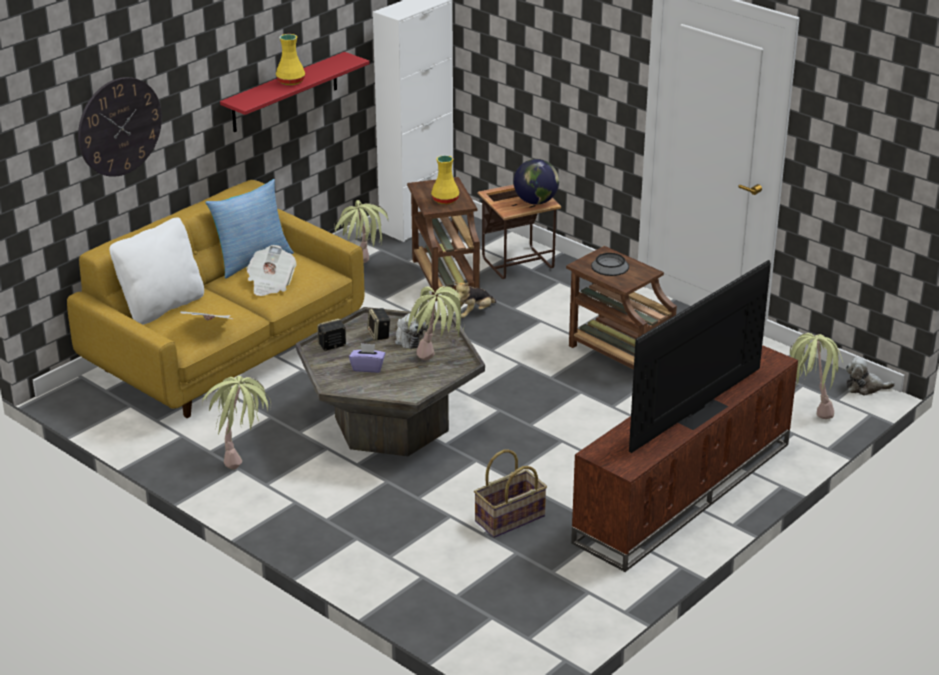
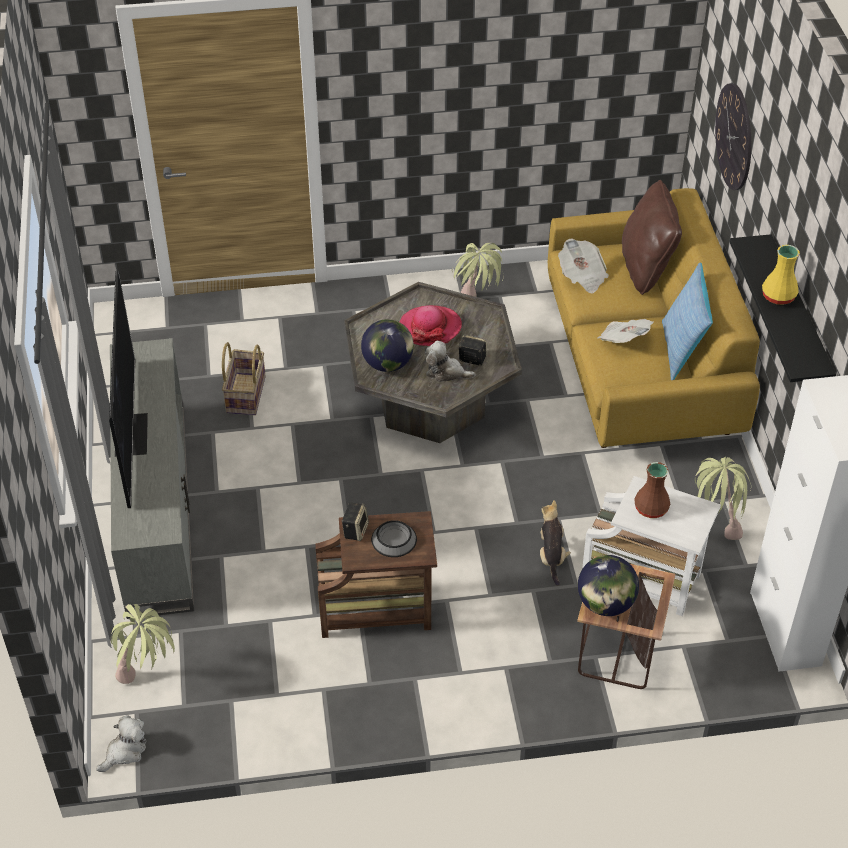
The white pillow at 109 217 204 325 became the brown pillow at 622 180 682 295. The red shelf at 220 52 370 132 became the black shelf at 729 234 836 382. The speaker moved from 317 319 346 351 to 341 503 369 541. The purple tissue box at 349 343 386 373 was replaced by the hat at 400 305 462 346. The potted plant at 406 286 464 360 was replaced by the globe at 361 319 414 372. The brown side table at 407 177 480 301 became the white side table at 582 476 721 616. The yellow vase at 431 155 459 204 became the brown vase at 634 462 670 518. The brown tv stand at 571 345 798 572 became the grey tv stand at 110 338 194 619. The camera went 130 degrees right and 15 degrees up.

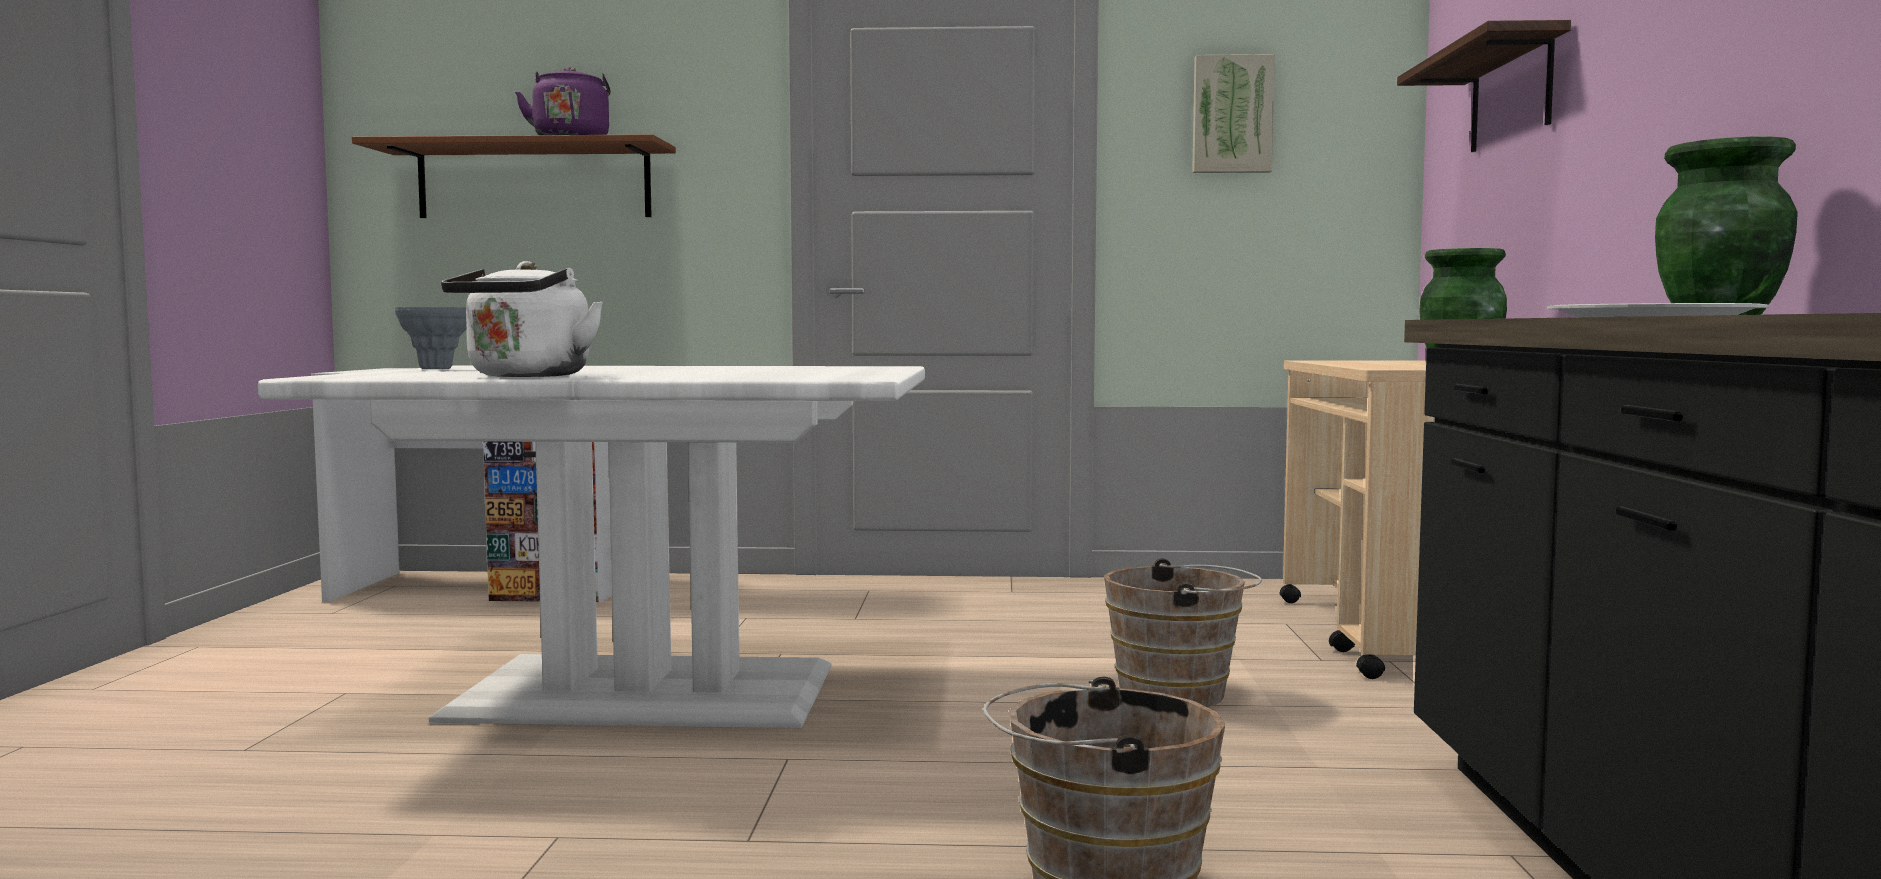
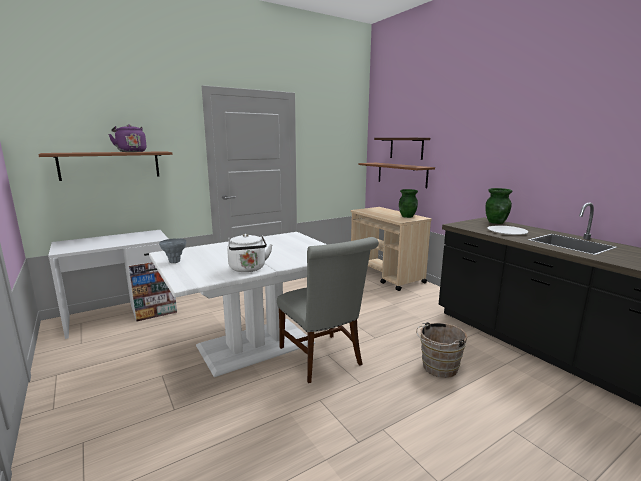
The brown bucket at 1104 559 1262 707 disappeared. The picture at 1192 54 1275 173 disappeared. The grey chair at 277 237 379 383 appeared. The brown shelf at 358 163 435 188 appeared. The camera went 35 degrees left and 10 degrees up.

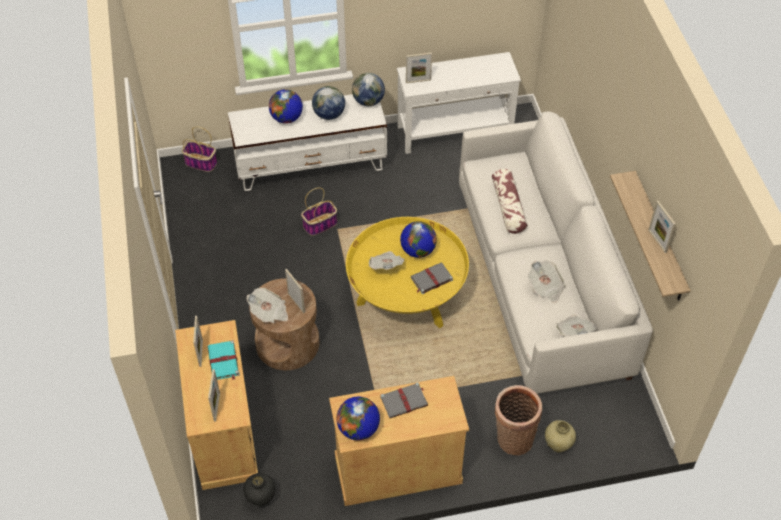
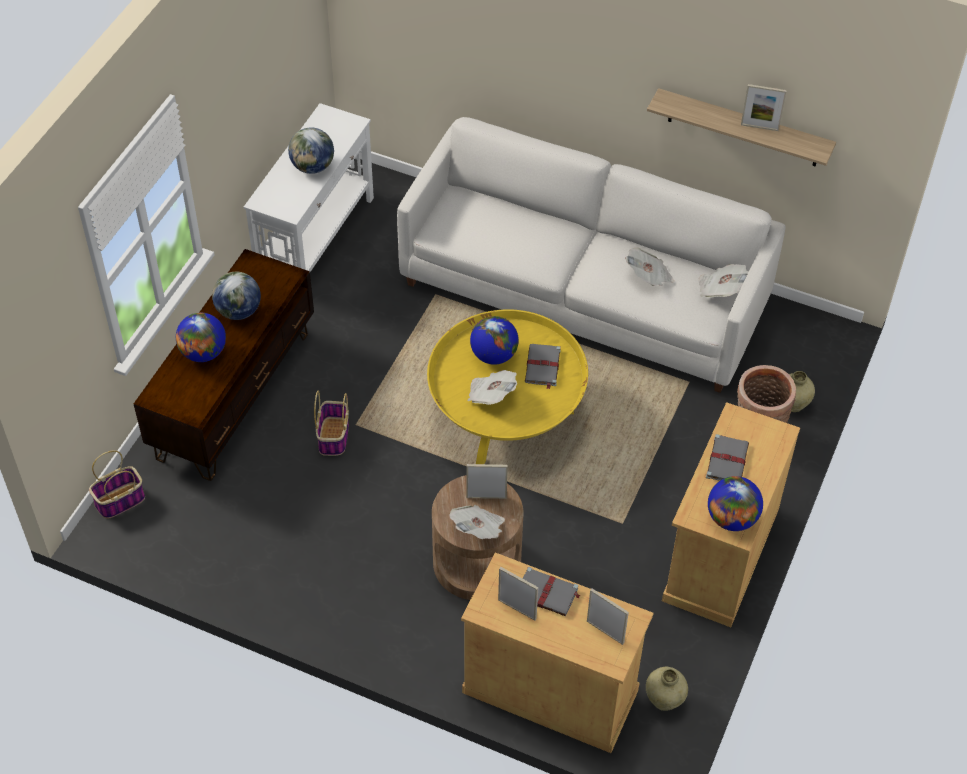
The turquoise book at 208 340 240 380 became the grey book at 523 567 581 616. The white tv stand at 228 94 387 191 became the brown tv stand at 134 249 314 481. The black vase at 243 473 275 506 became the beige vase at 646 667 688 711. The globe moved from 352 73 385 106 to 288 127 334 174. The picture frame at 406 53 432 83 disappeared. The pillow at 492 169 527 234 disappeared. The camera went 55 degrees left and 0 degrees up.

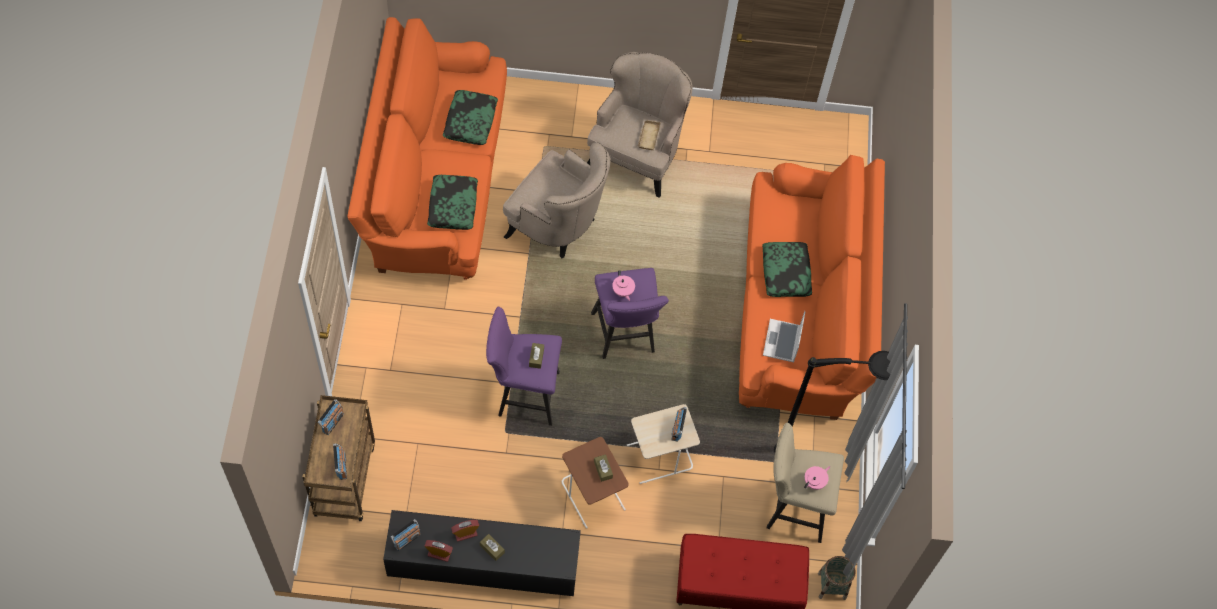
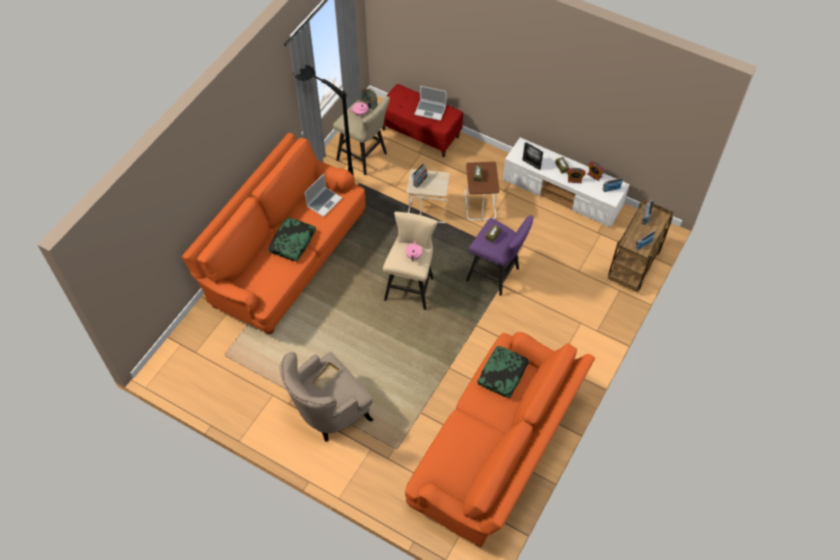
The black tv stand at 383 510 581 596 became the white tv stand at 503 138 630 228. The pillow at 443 90 498 145 disappeared. The beige armchair at 503 143 611 258 disappeared. The purple stool at 591 268 669 359 became the beige stool at 383 212 438 310. The laptop at 414 86 447 121 appeared. The picture frame at 522 142 543 170 appeared. The camera went 150 degrees left and 5 degrees down.

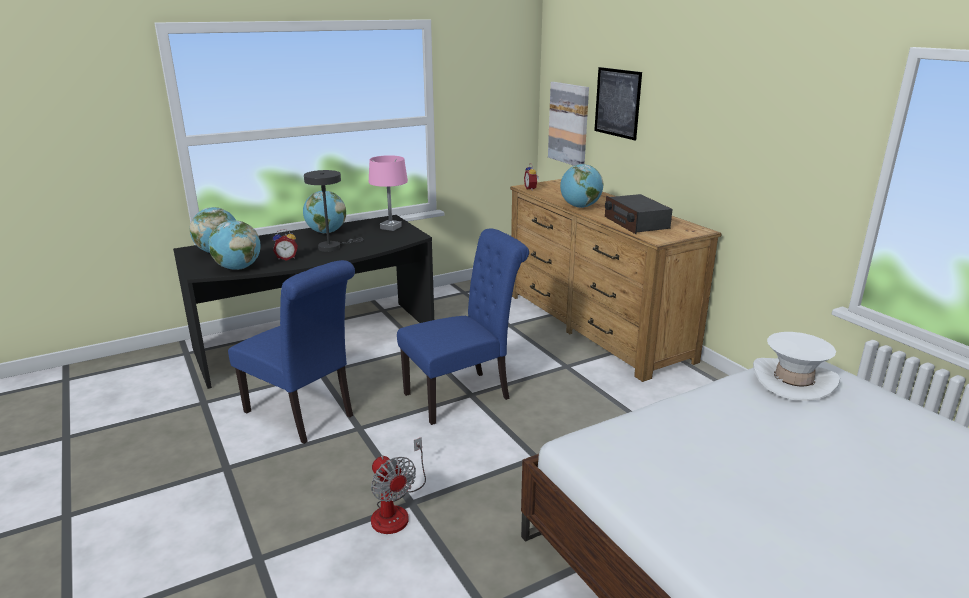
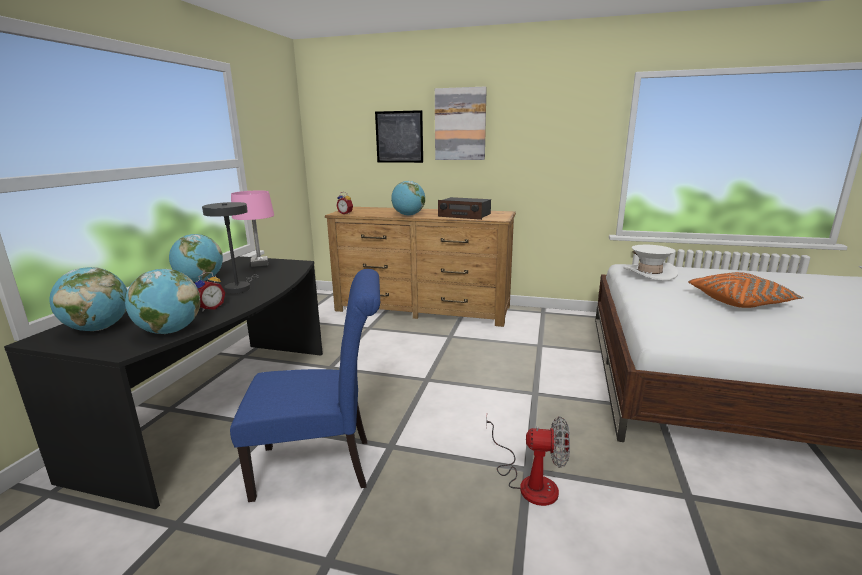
The blue chair at 397 228 529 425 disappeared. The picture moved from 548 82 589 166 to 435 86 487 160. The orange pillow at 688 272 804 308 appeared. The camera went 45 degrees left and 5 degrees down.

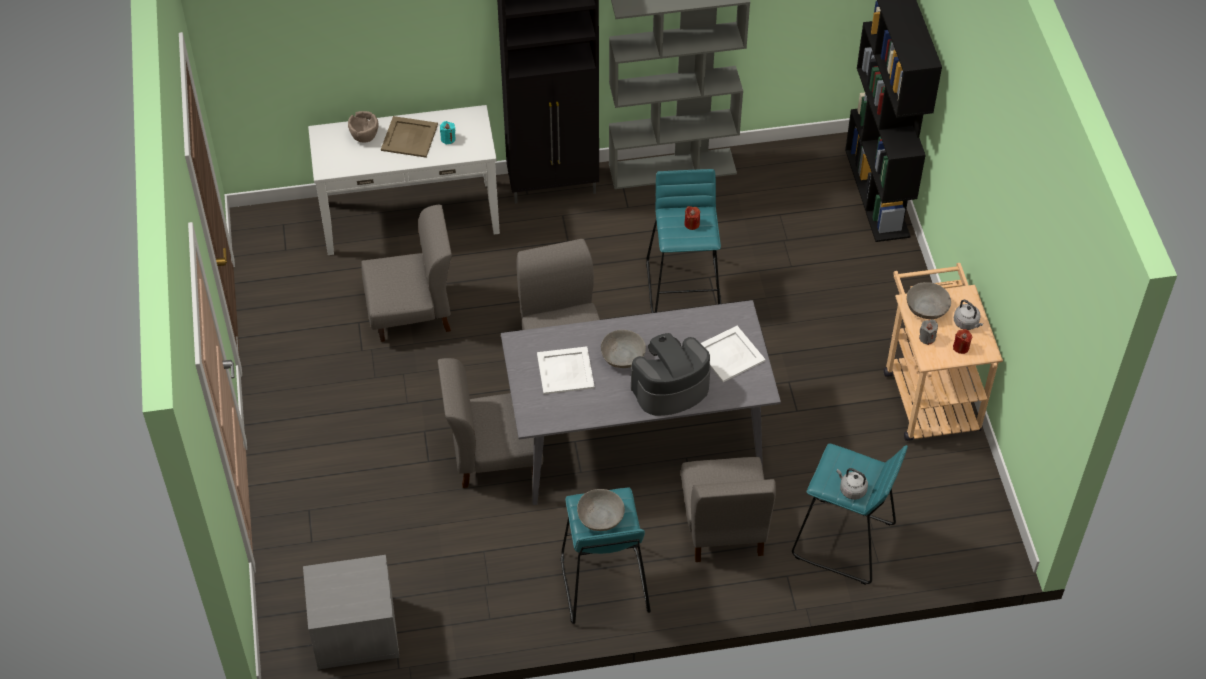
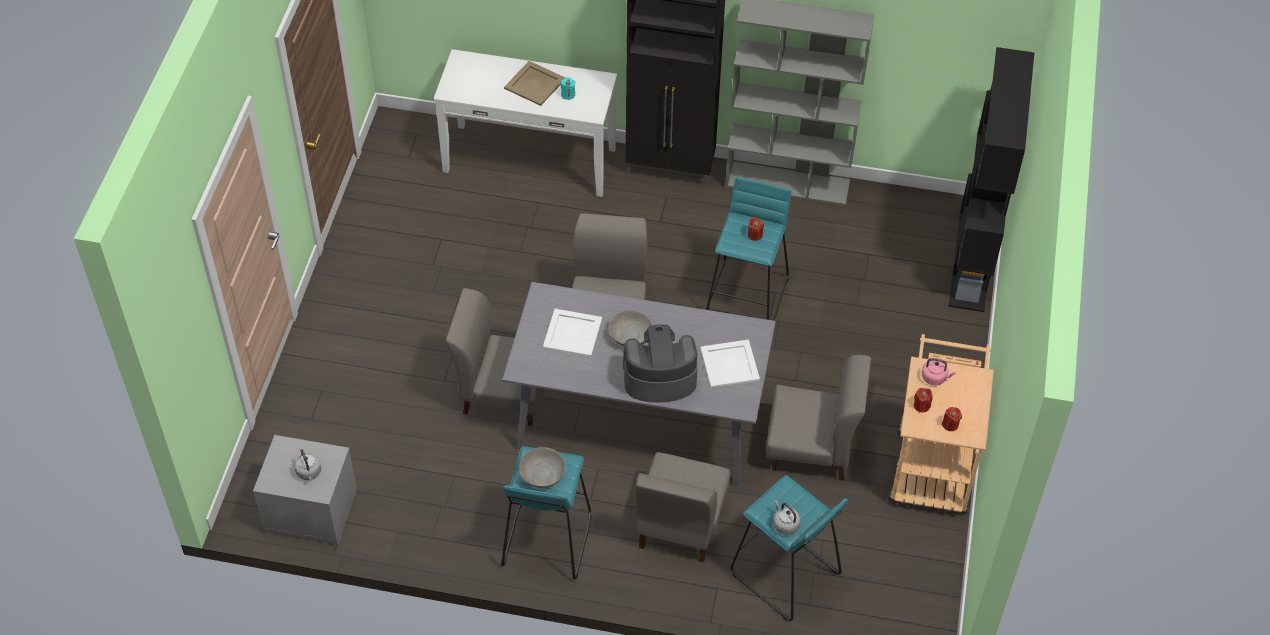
The brown bowl at 348 111 379 143 disappeared. The grey chair moved from 361 204 452 342 to 766 355 871 481. The grey bowl at 907 282 951 319 was replaced by the pink kettle at 922 358 956 385. The grey candle at 919 319 938 345 became the red candle at 914 388 933 413. The grey kettle moved from 954 300 983 330 to 294 449 321 480. The camera went 20 degrees right and 0 degrees up.

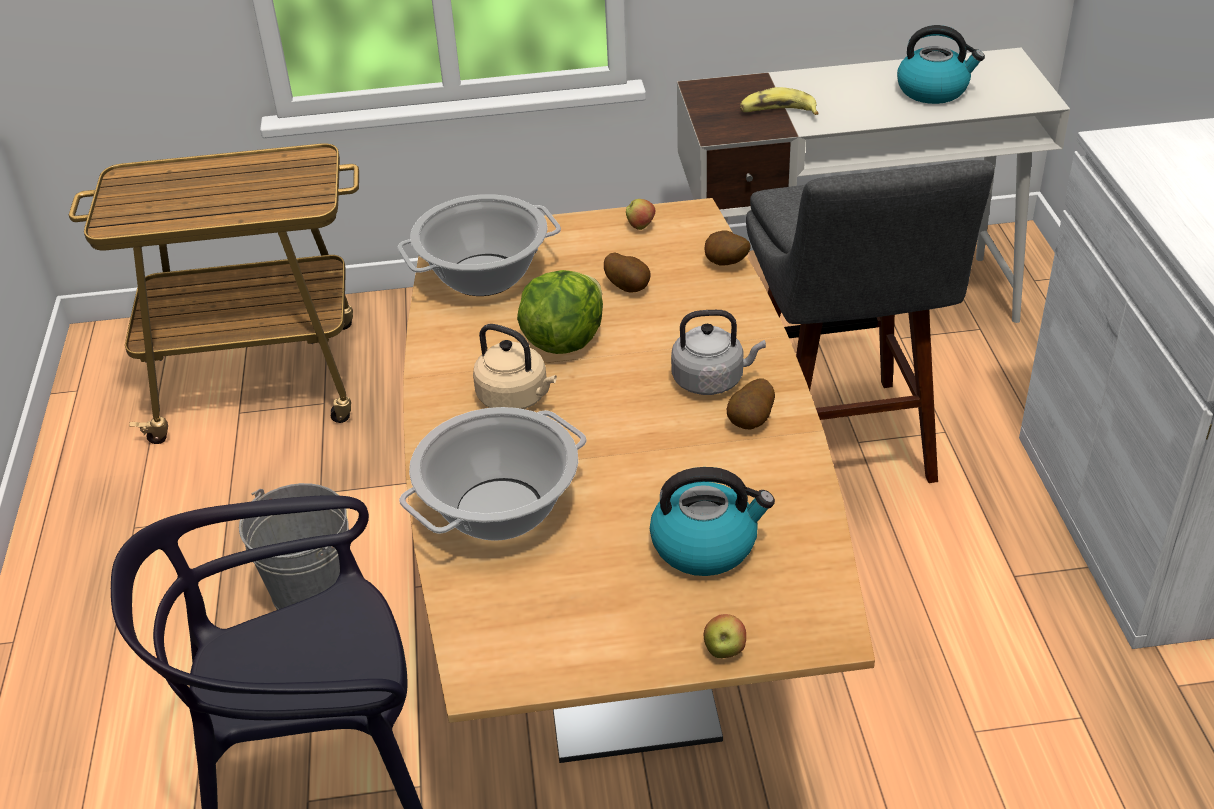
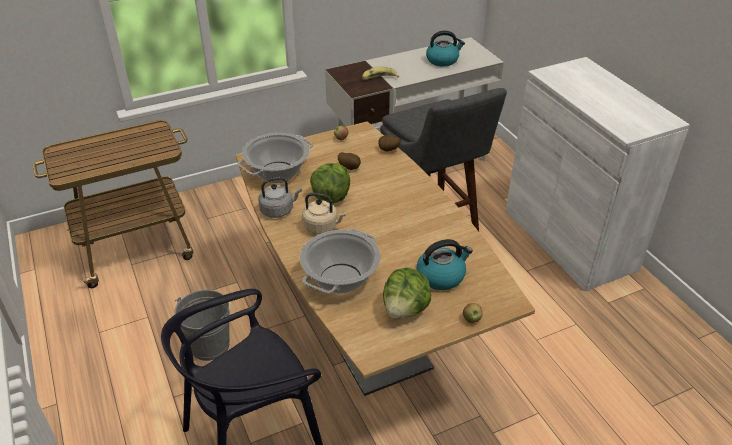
The grey kettle moved from 671 310 766 395 to 258 177 302 218. The potato at 727 378 775 429 disappeared. The lettuce at 383 268 431 319 appeared. The camera went 20 degrees left and 0 degrees up.

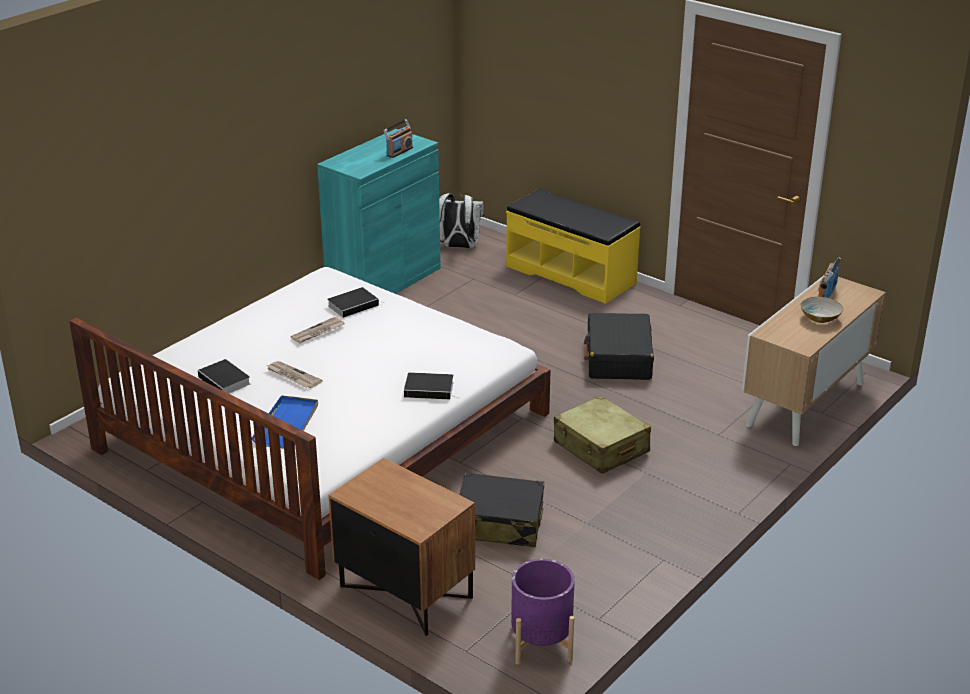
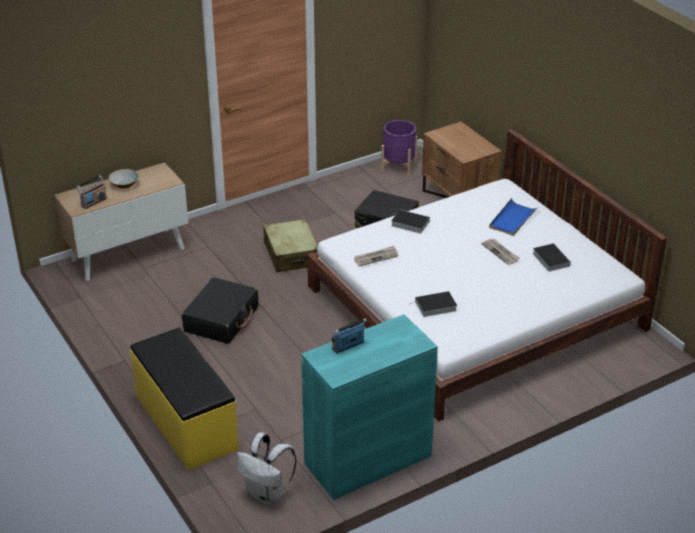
The newspaper moved from 291 317 345 343 to 354 246 398 267. The camera went 160 degrees left and 5 degrees up.

